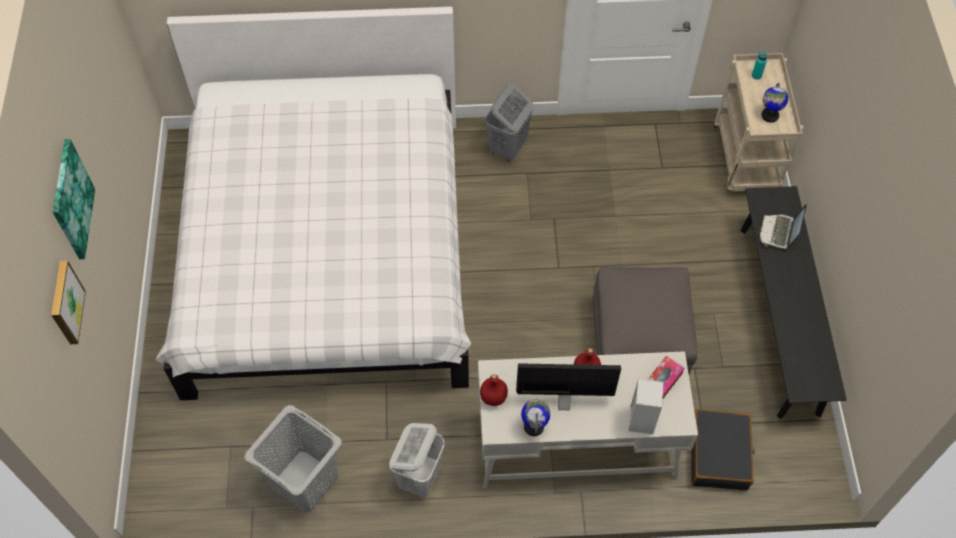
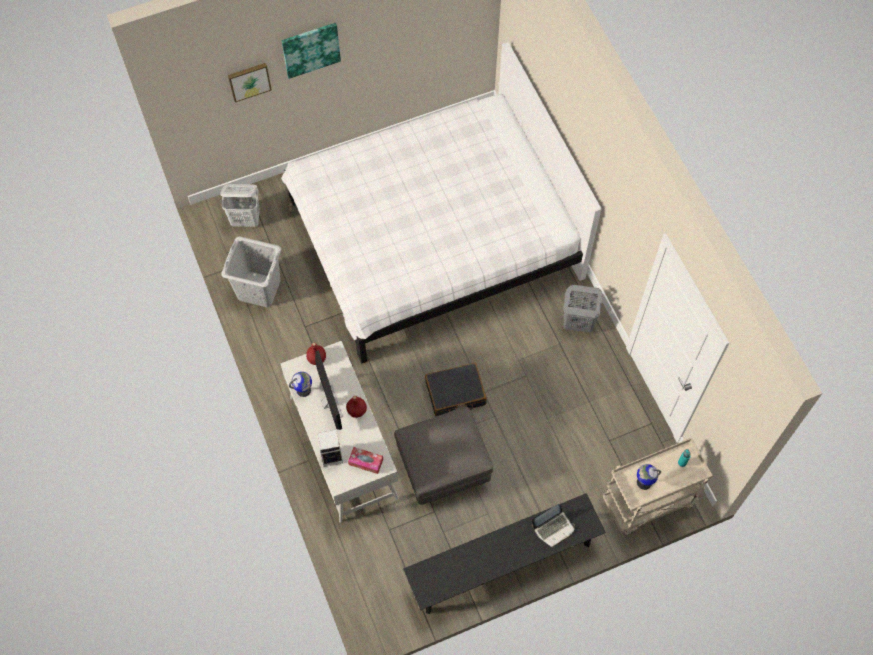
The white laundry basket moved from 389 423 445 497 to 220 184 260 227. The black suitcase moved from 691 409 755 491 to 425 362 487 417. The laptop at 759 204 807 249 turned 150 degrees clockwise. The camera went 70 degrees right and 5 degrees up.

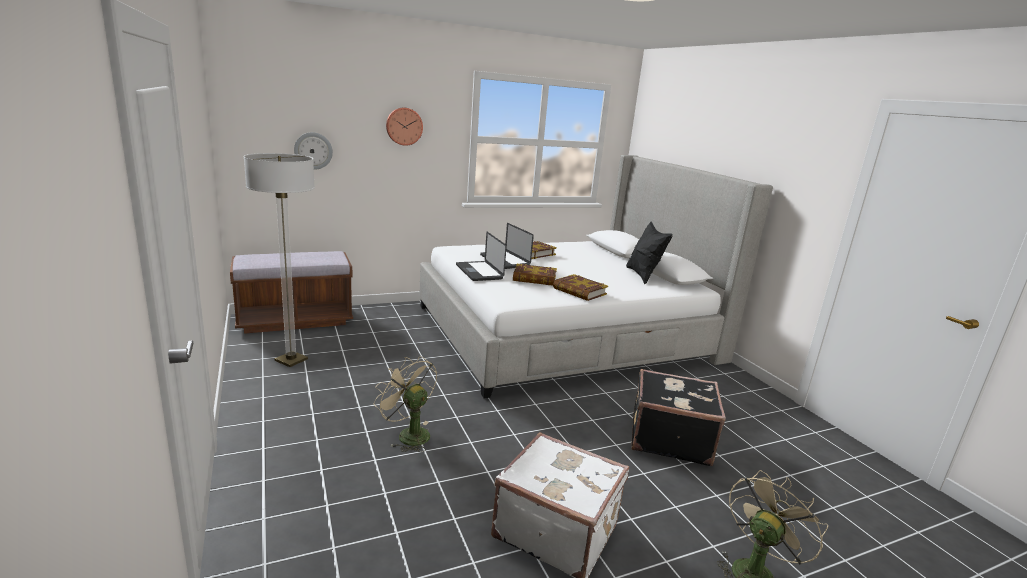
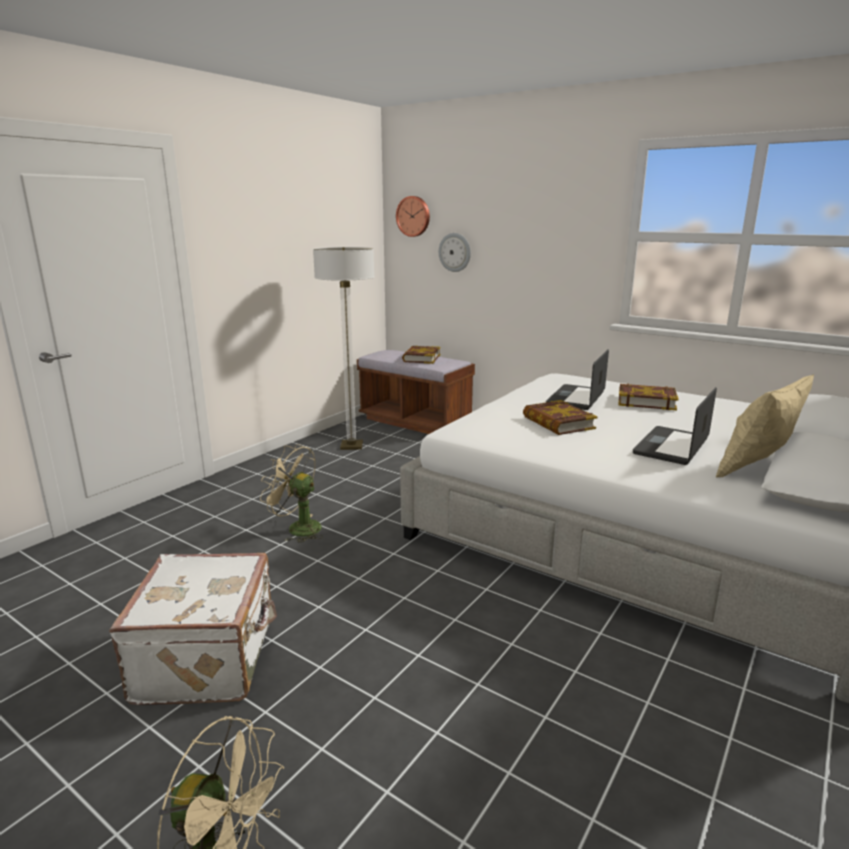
The beige fan at 374 356 437 452 turned 75 degrees counterclockwise. The wall clock moved from 386 108 423 146 to 396 196 430 237. The laptop moved from 456 232 507 281 to 633 387 717 465. The book moved from 553 274 608 301 to 402 346 440 364. The black pillow at 626 222 672 284 became the beige pillow at 716 374 814 478. The black suitcase at 631 369 726 466 disappeared. The camera went 60 degrees right and 0 degrees up.

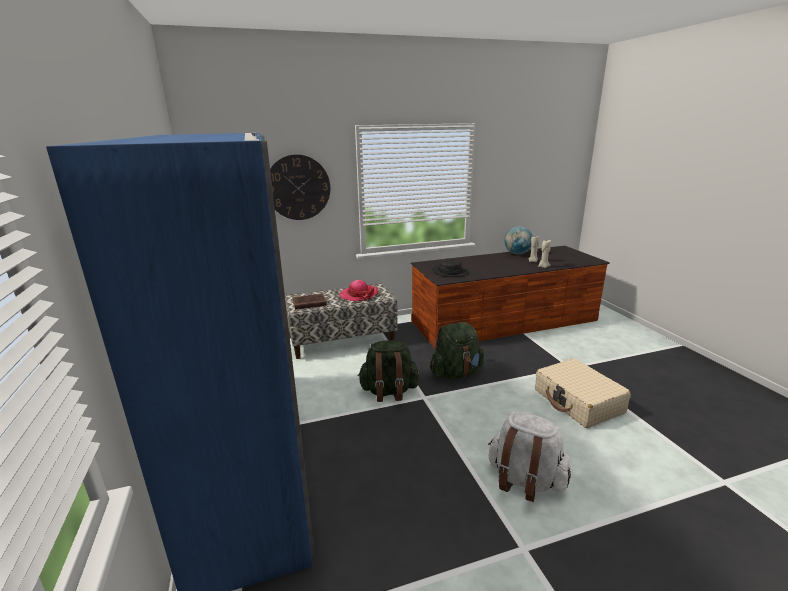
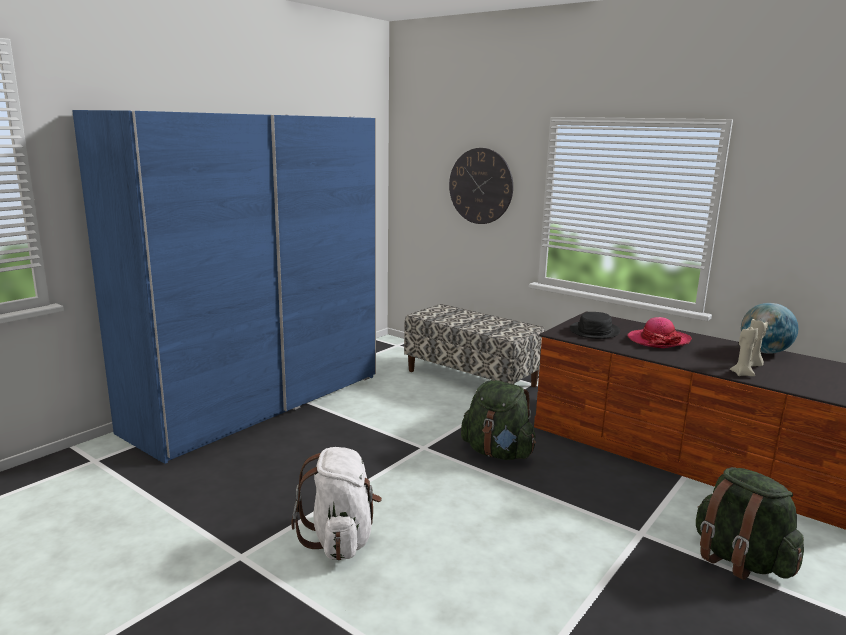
The brown book at 293 294 327 310 disappeared. The hat moved from 340 280 379 301 to 627 317 692 348. The green backpack moved from 358 340 419 402 to 696 467 804 580. The beige suitcase at 535 358 631 428 disappeared. The camera went 55 degrees right and 5 degrees down.

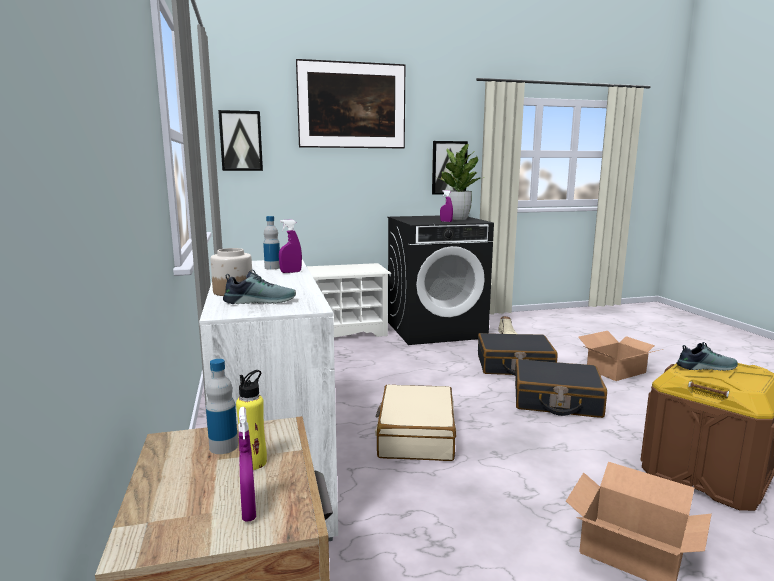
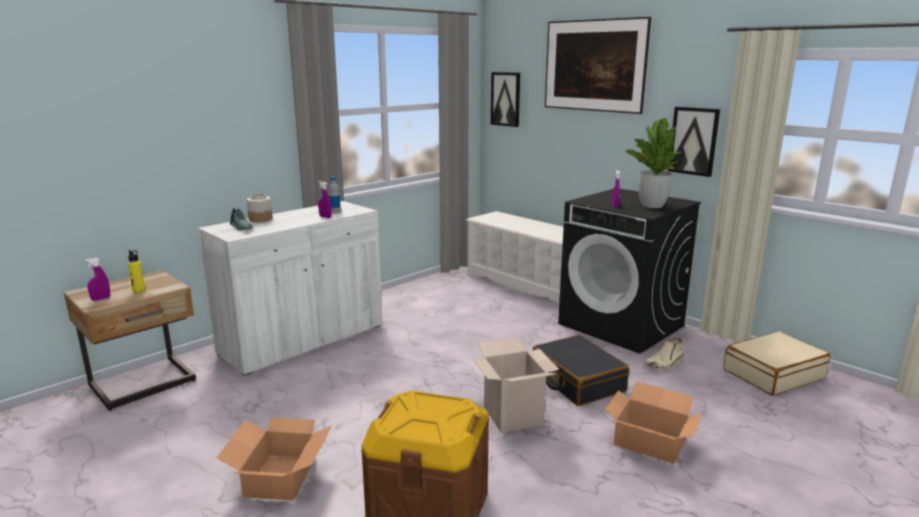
The bottle at 206 359 238 454 disappeared. The beige suitcase moved from 375 385 456 461 to 723 331 831 396. The black suitcase at 515 359 607 418 was replaced by the cardboard box at 472 338 559 433. The shoe at 676 342 738 371 disappeared. The camera went 60 degrees right and 5 degrees up.

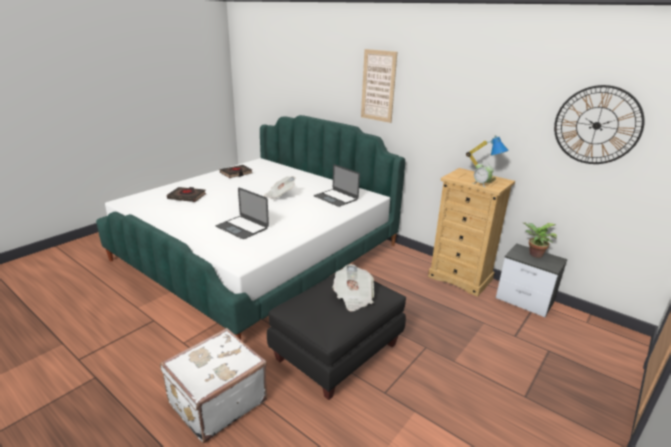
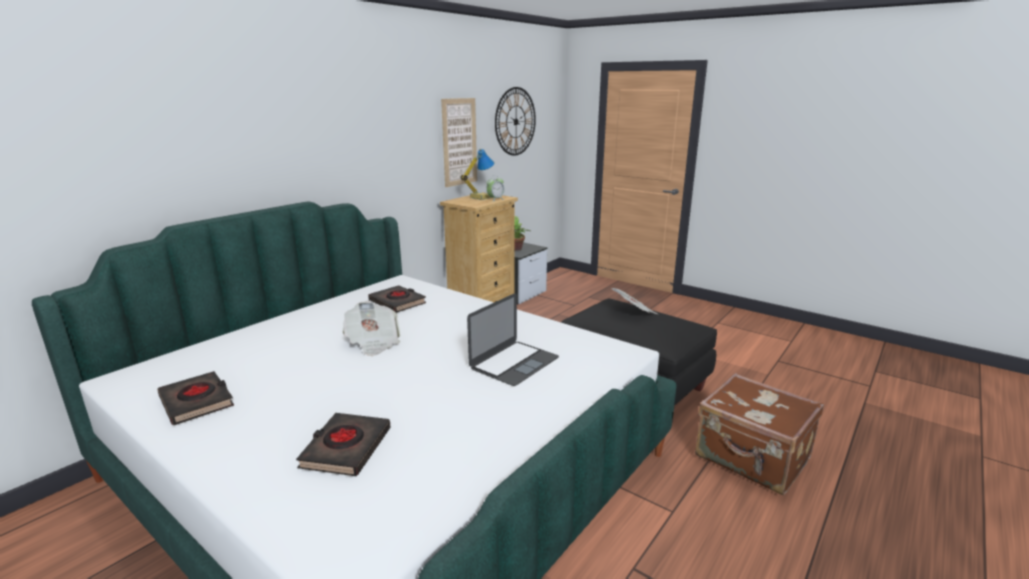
The white suitcase at 160 328 267 443 became the brown suitcase at 695 373 824 495. The laptop at 314 164 360 207 was replaced by the black book at 368 285 426 313. The picture moved from 361 49 397 123 to 441 98 477 187. The camera went 90 degrees left and 5 degrees down.

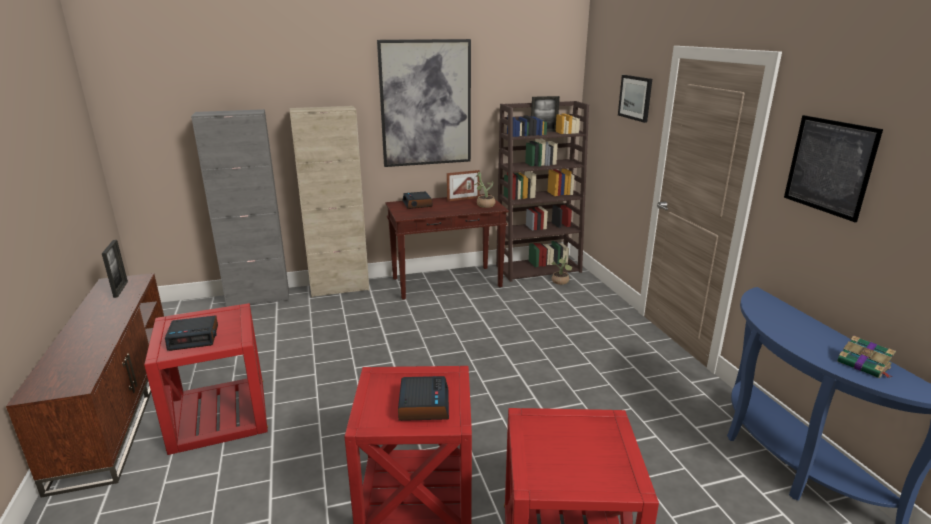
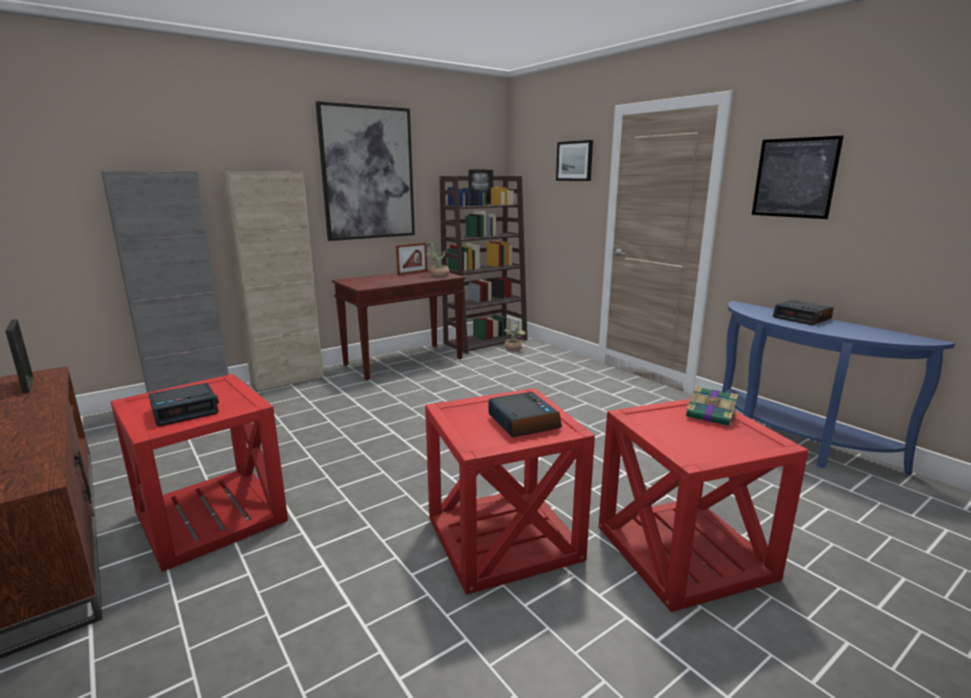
The alarm clock moved from 402 192 432 209 to 773 300 834 325. The book moved from 837 335 896 379 to 686 386 740 426. The camera went 20 degrees left and 5 degrees down.

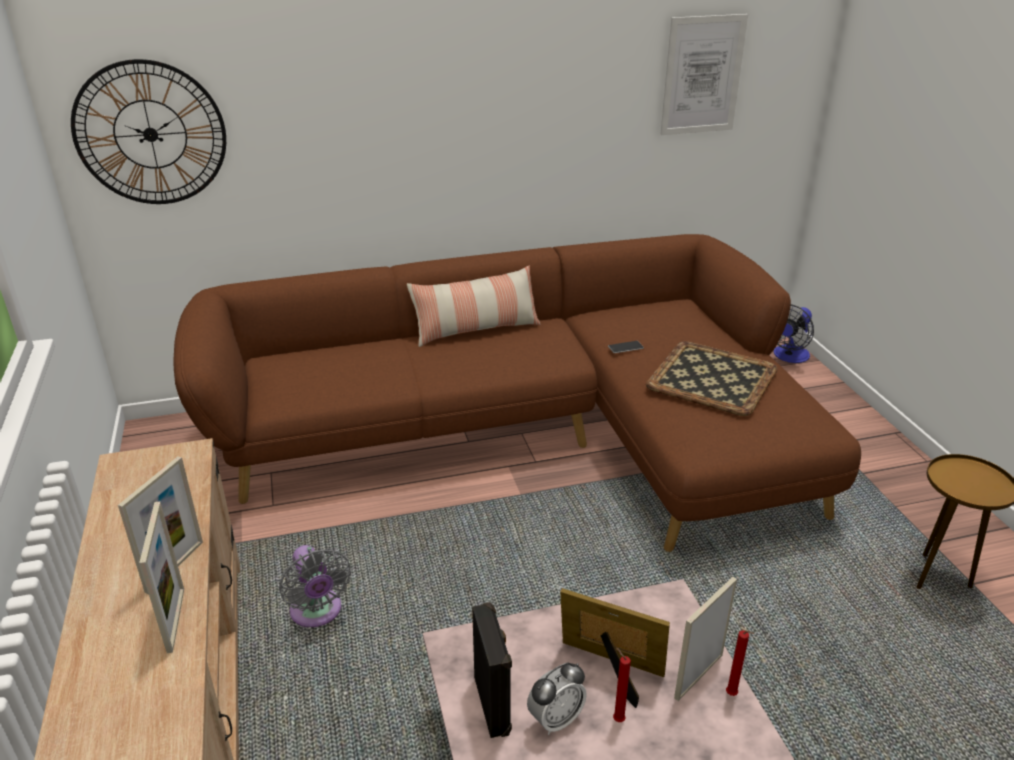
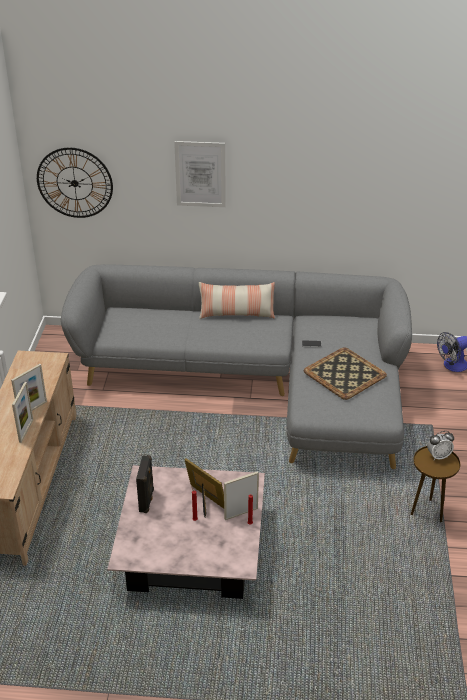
The brown sofa at 173 234 861 552 became the grey sofa at 61 264 412 469. The grey fan at 279 545 351 627 disappeared. The alarm clock moved from 527 662 587 735 to 427 431 454 460. The picture moved from 660 14 748 135 to 174 141 226 207. The camera went 20 degrees right and 5 degrees up.

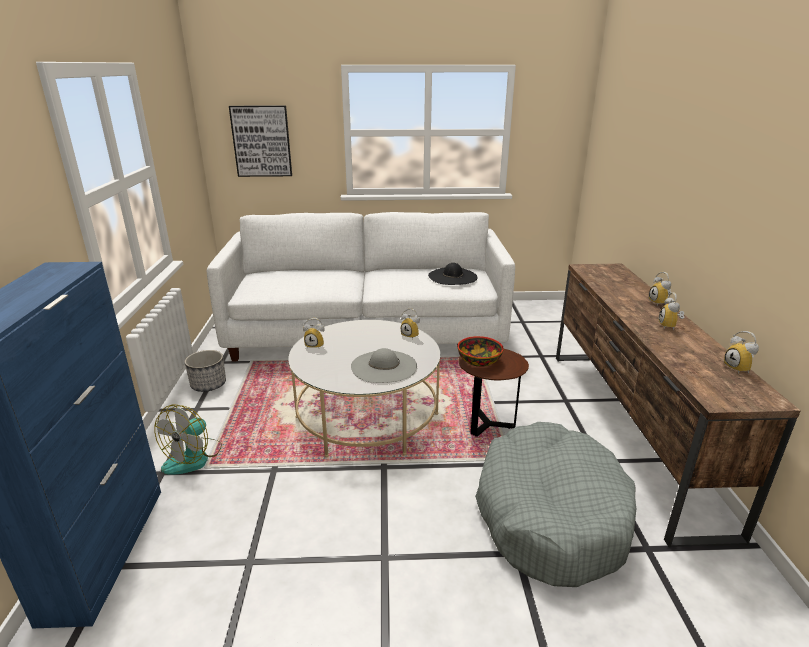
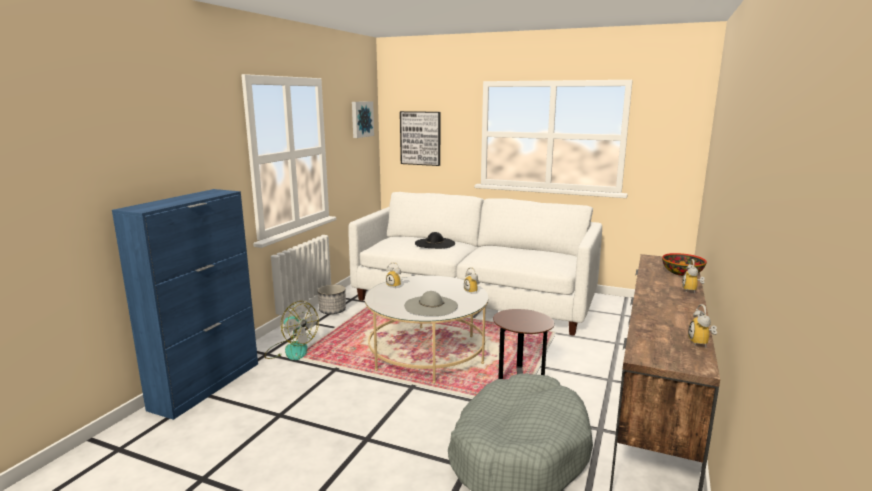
The fan at 154 405 222 475 turned 105 degrees counterclockwise. The black hat moved from 428 263 478 285 to 415 232 455 249. The bowl moved from 458 336 504 367 to 662 253 707 276. The alarm clock at 659 292 684 331 disappeared. The picture at 352 101 374 138 appeared. The camera went 25 degrees right and 10 degrees down.

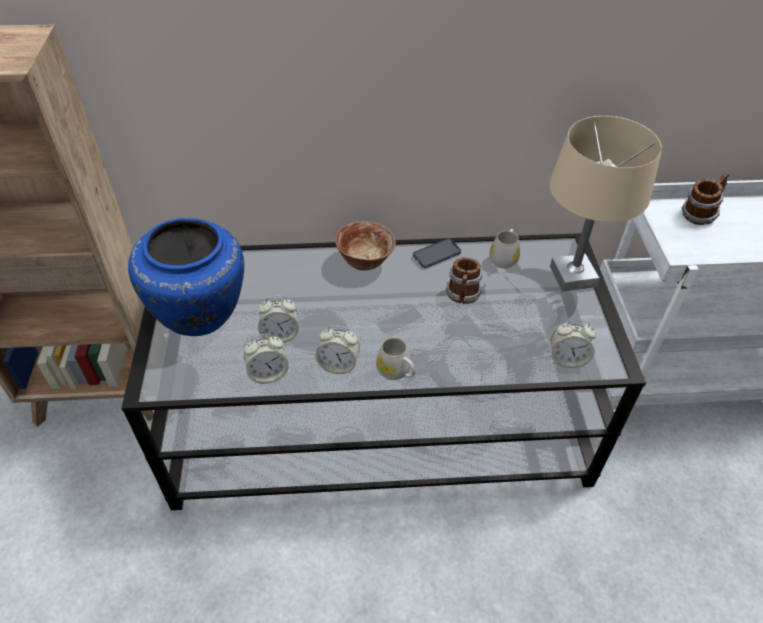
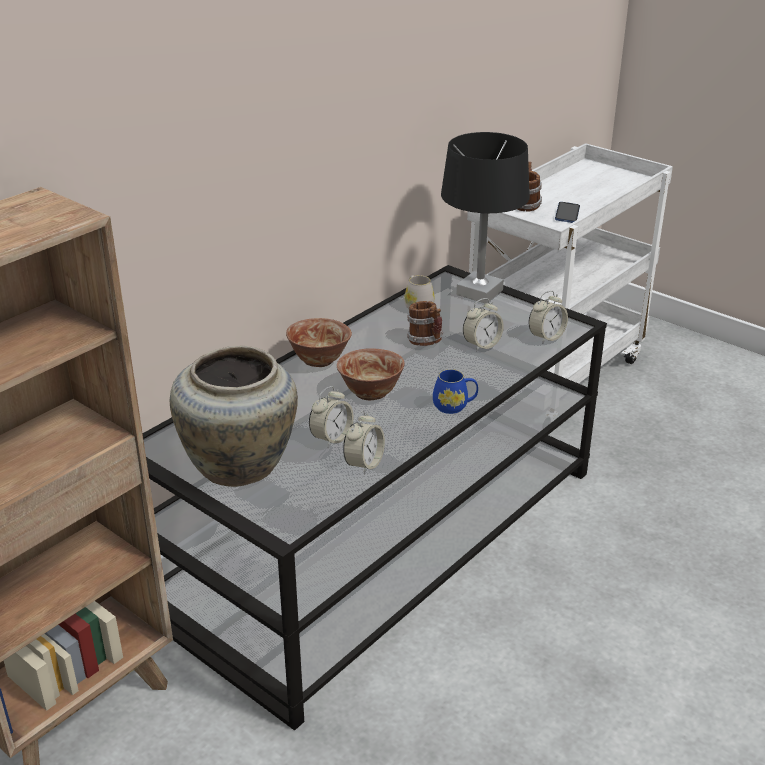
The blue vase at 128 218 244 336 became the beige vase at 170 346 298 487. The alarm clock moved from 315 325 360 374 to 463 298 504 352. The white mug at 376 338 415 380 became the blue mug at 433 369 478 414. The phone moved from 413 238 461 268 to 555 202 580 223. The beige table lamp at 549 116 662 292 became the black table lamp at 441 132 530 304. The bowl at 337 348 405 400 appeared. The camera went 45 degrees left and 15 degrees down.

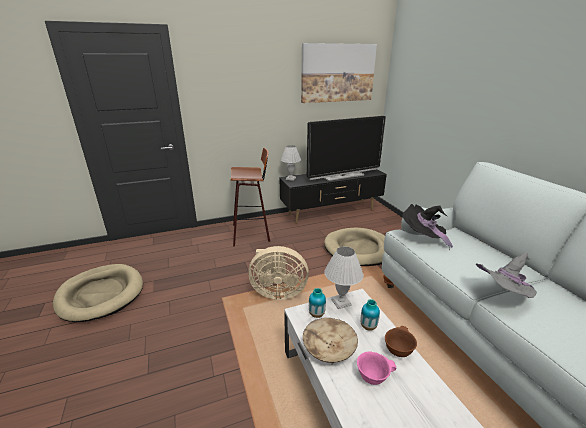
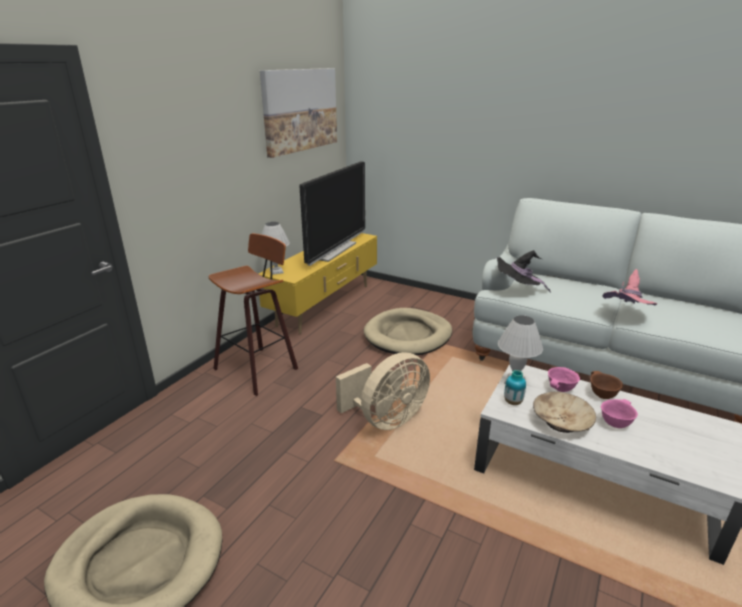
The black tv stand at 279 169 387 224 became the yellow tv stand at 258 233 377 334. The vase at 360 299 380 331 was replaced by the pink bowl at 548 367 580 392. The grey hat at 476 252 537 298 became the pink hat at 603 269 658 305. The camera went 40 degrees left and 0 degrees up.

